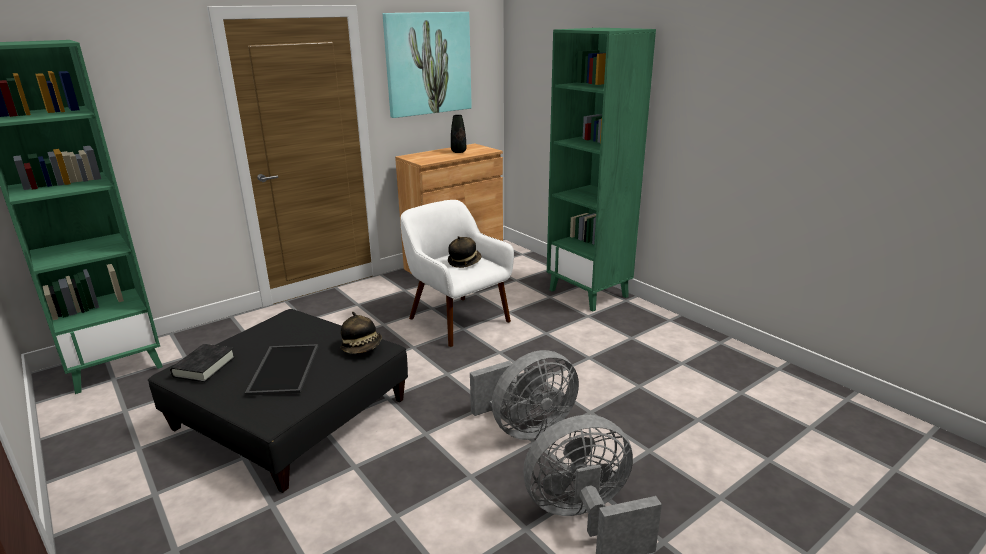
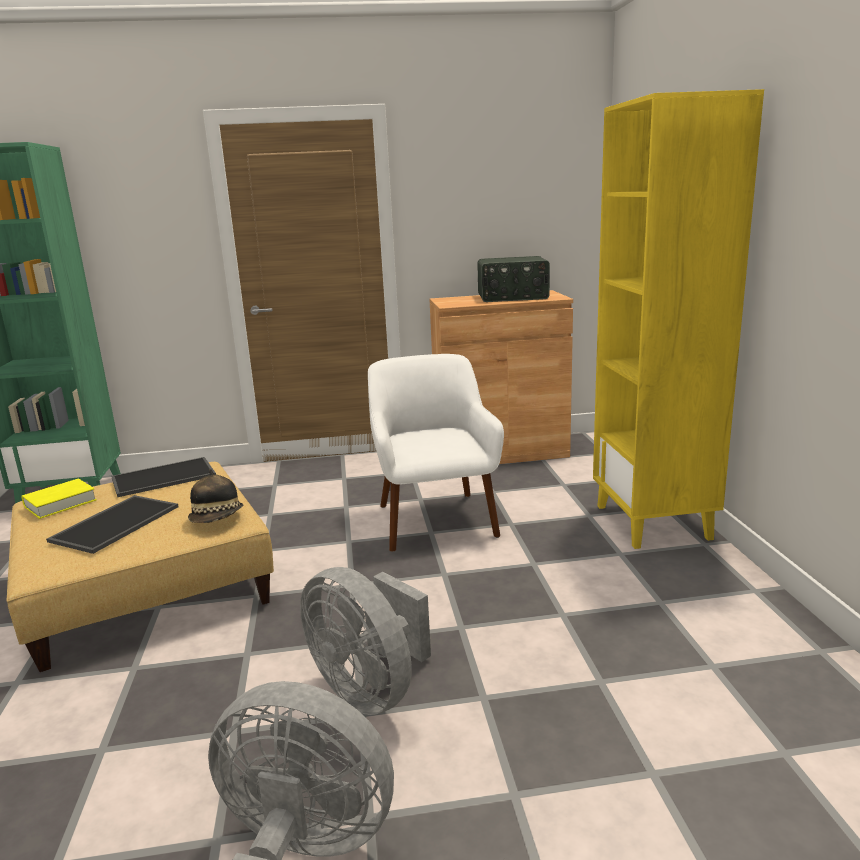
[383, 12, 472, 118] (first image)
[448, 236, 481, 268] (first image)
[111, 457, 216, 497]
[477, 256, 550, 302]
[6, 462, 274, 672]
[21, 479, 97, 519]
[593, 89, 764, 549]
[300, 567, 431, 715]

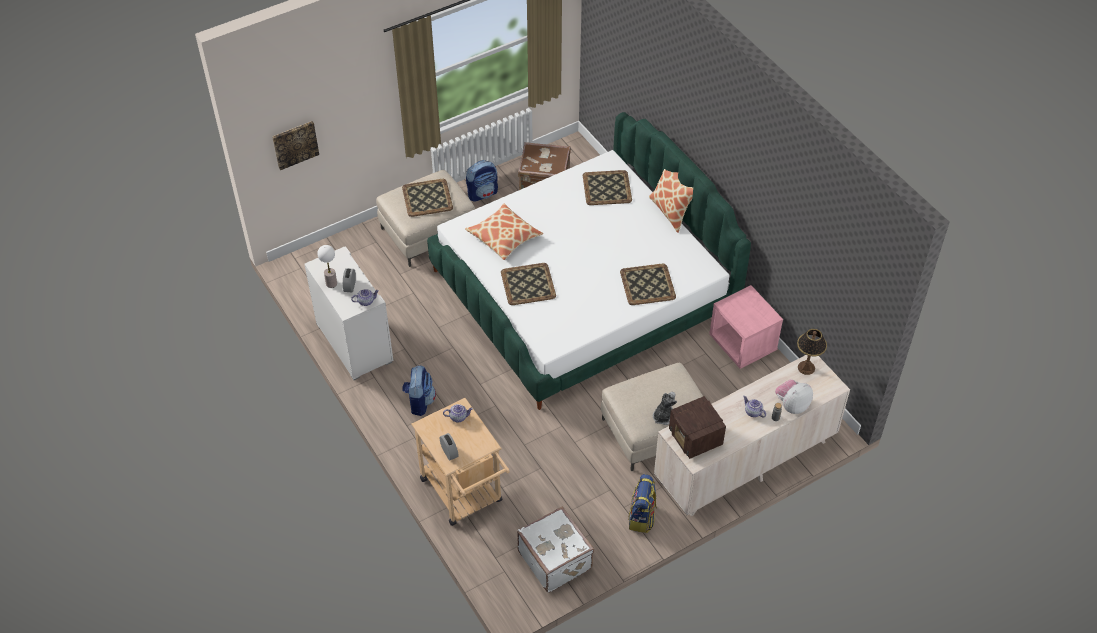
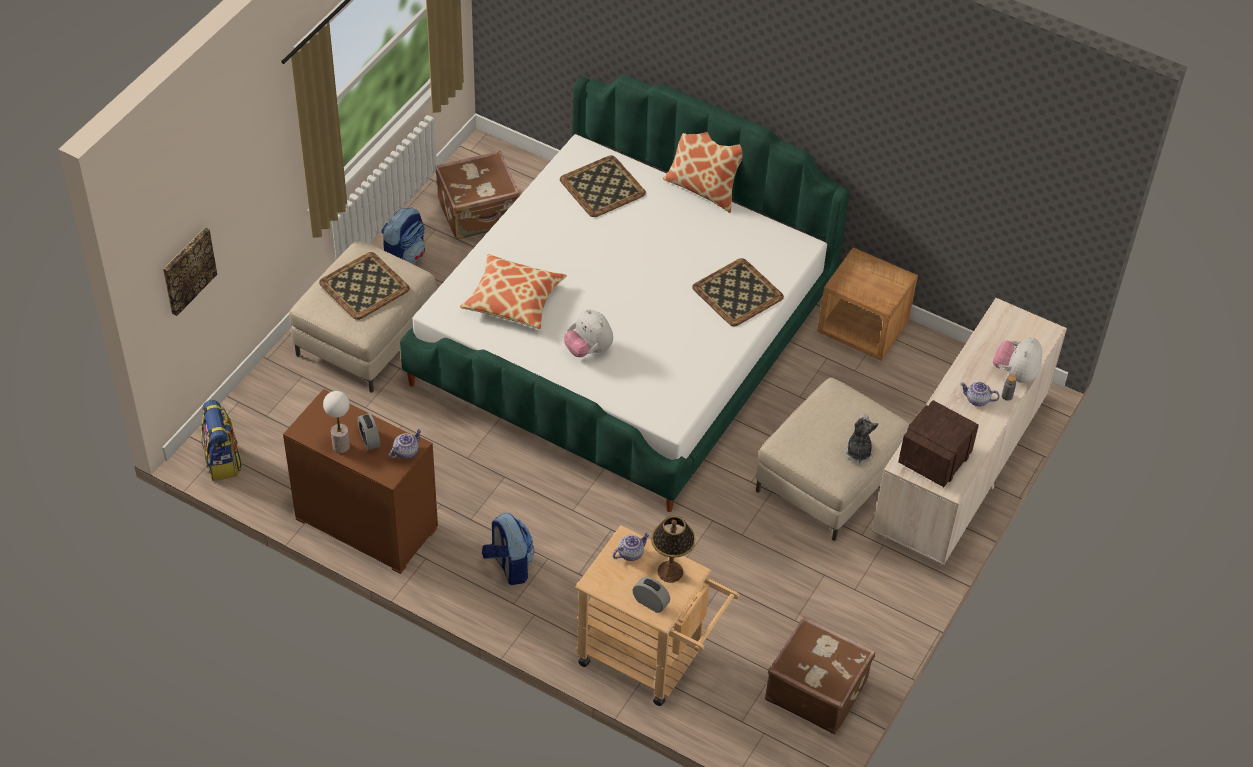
[201, 400, 242, 481]
[651, 516, 696, 583]
[564, 309, 613, 357]
[283, 389, 438, 574]
[765, 616, 875, 734]
[817, 247, 918, 361]
[898, 400, 979, 487]

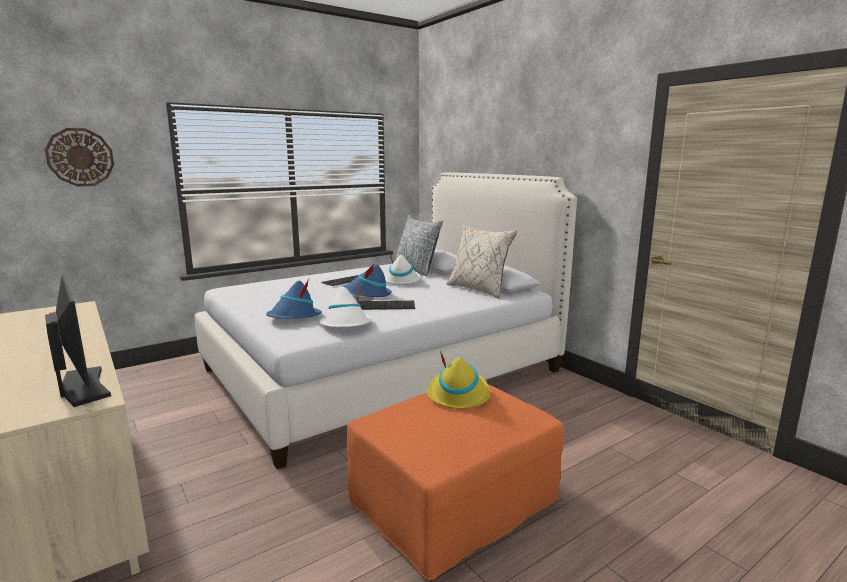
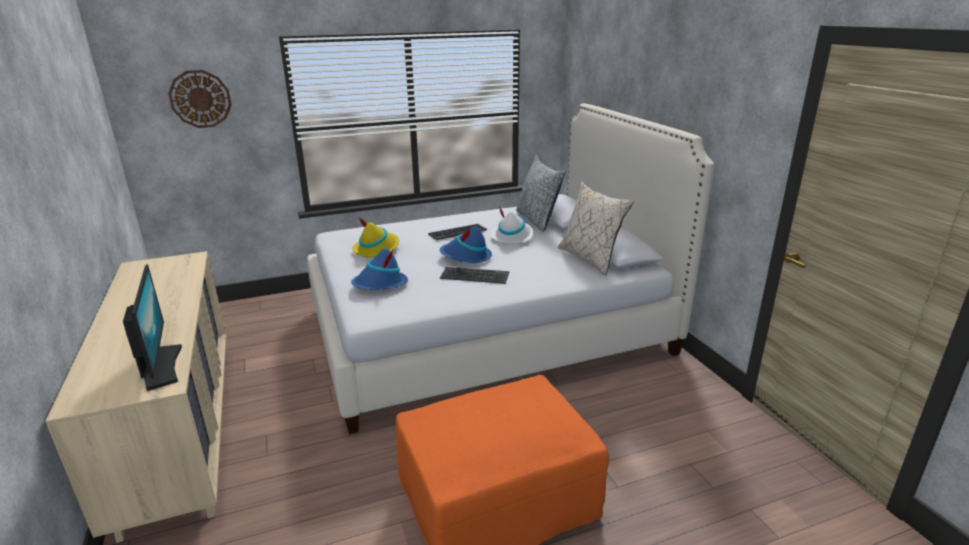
[319, 282, 372, 327] (first image)
[352, 217, 399, 258]

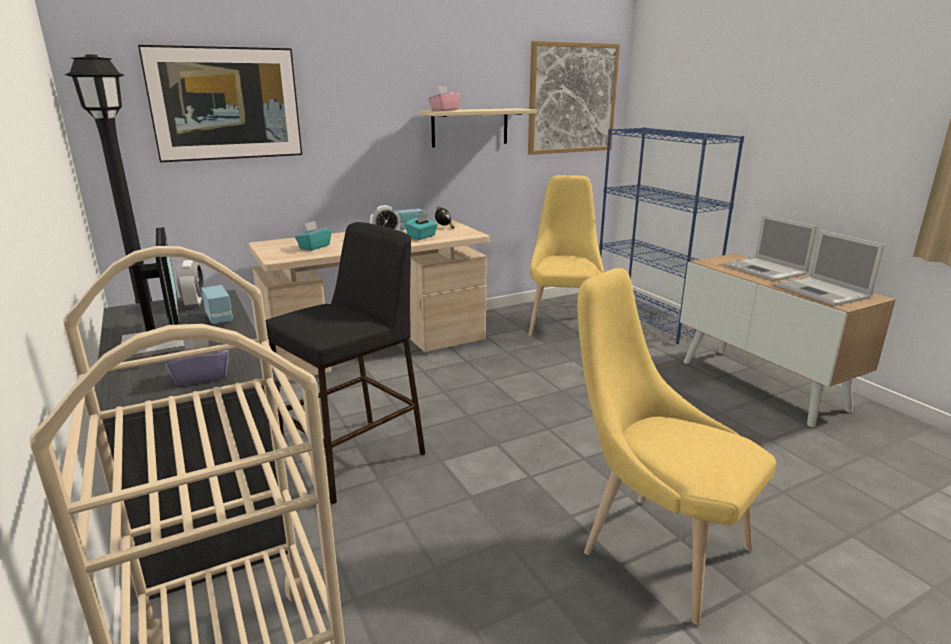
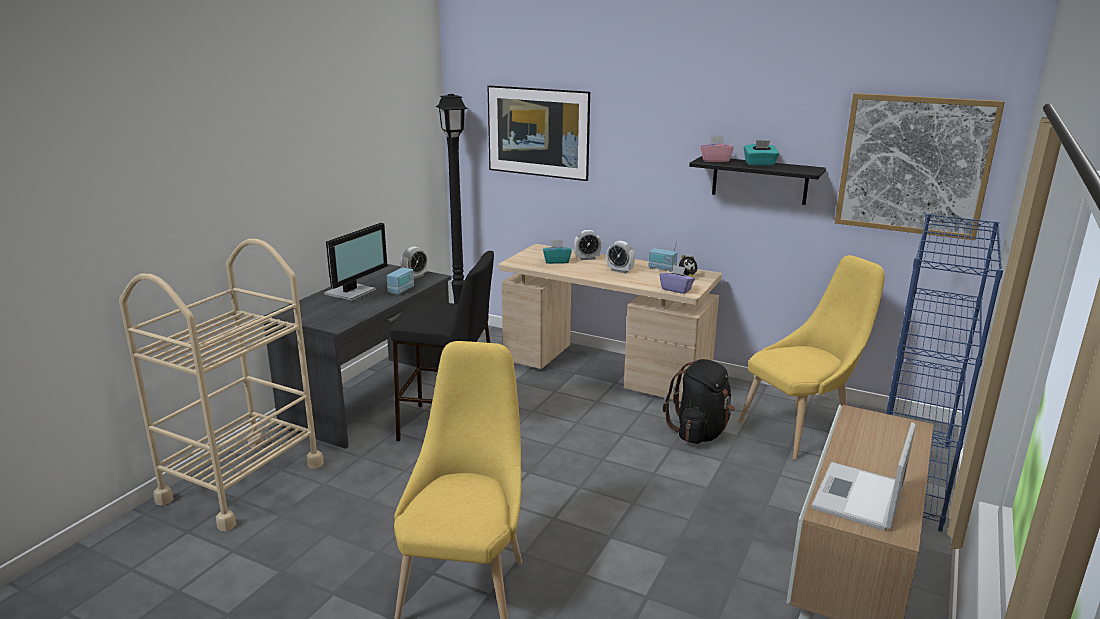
[725, 215, 818, 281] (first image)
[574, 230, 601, 260]
[663, 359, 735, 444]
[659, 265, 695, 294]
[744, 140, 779, 166]
[689, 156, 826, 205]

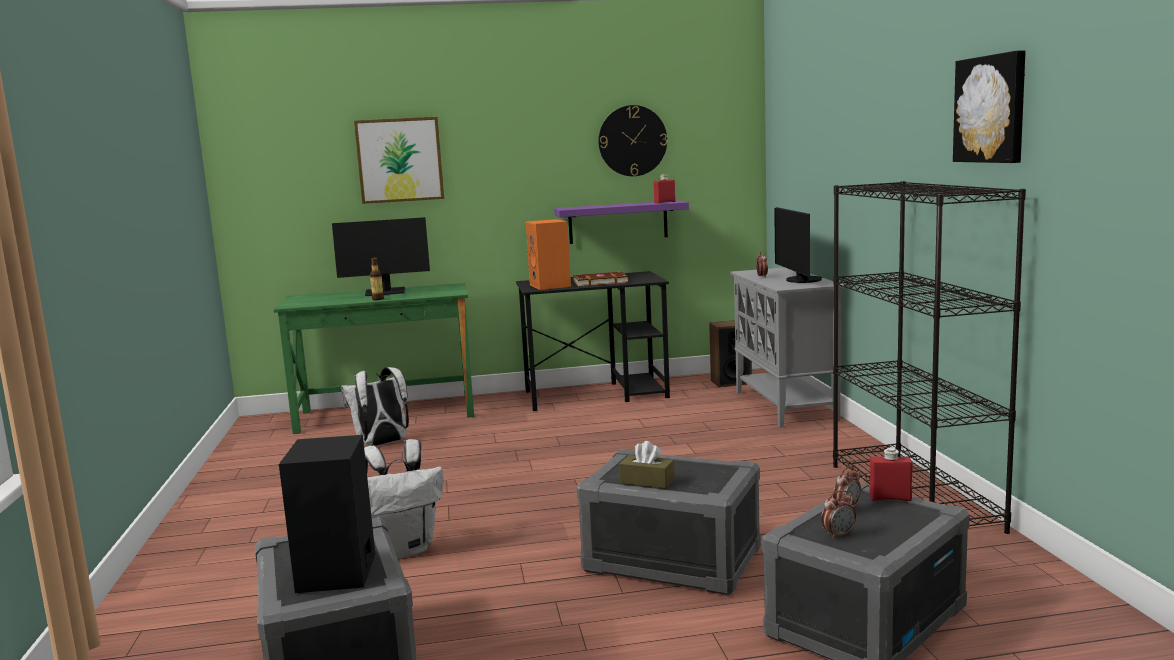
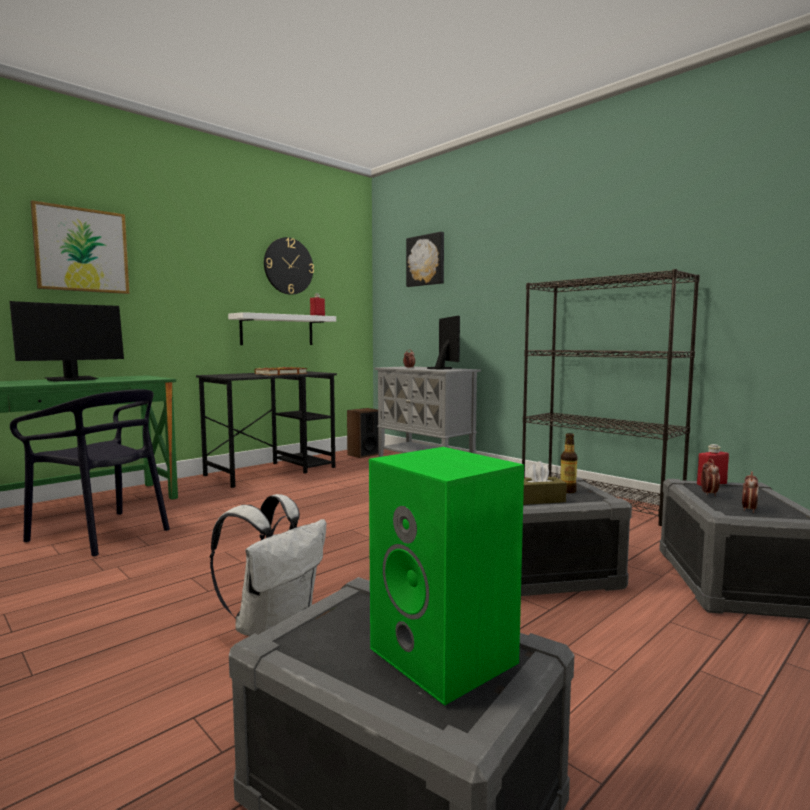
[526, 219, 571, 290] (first image)
[561, 433, 577, 493]
[406, 232, 444, 287]
[10, 389, 170, 556]
[369, 447, 524, 706]
[228, 312, 336, 345]
[427, 316, 460, 369]

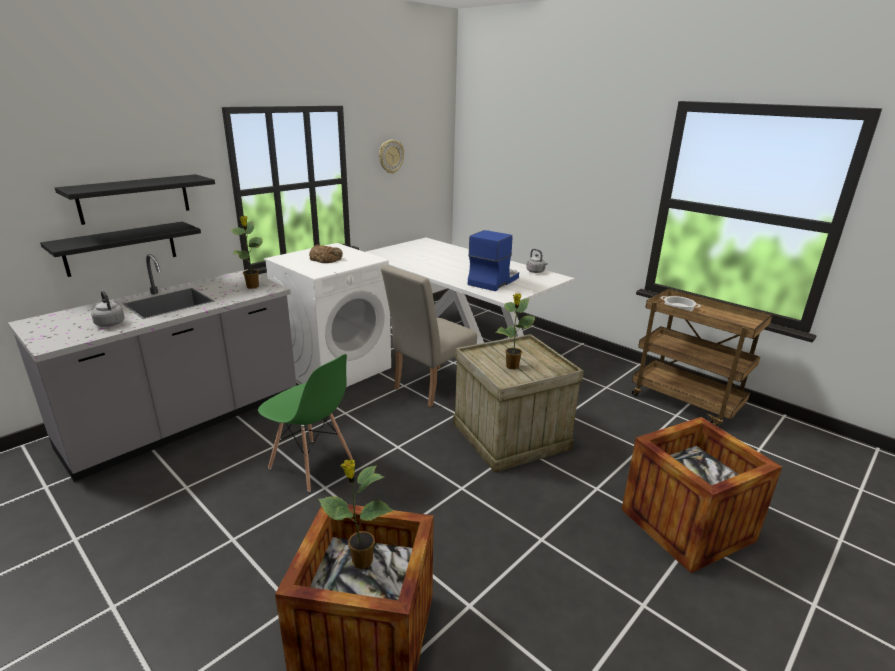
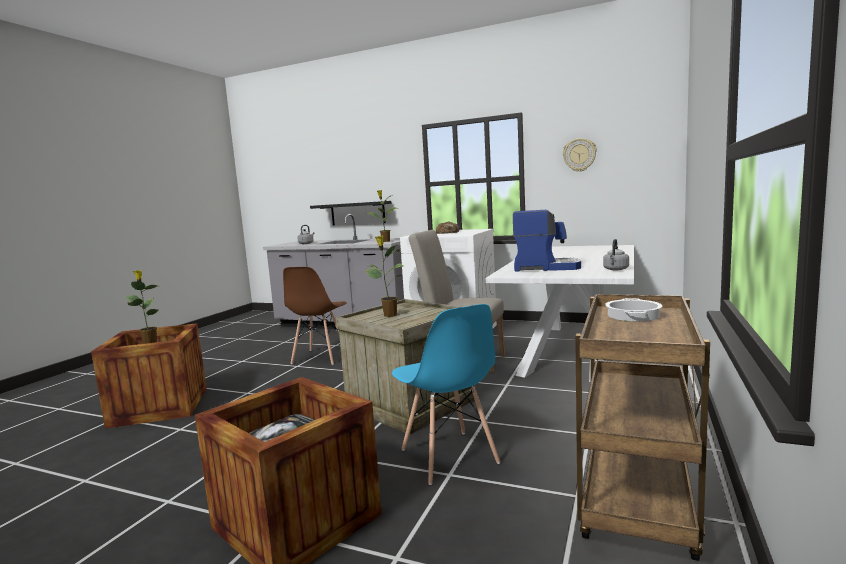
[55, 174, 215, 225] (first image)
[392, 304, 501, 485]
[283, 267, 347, 365]

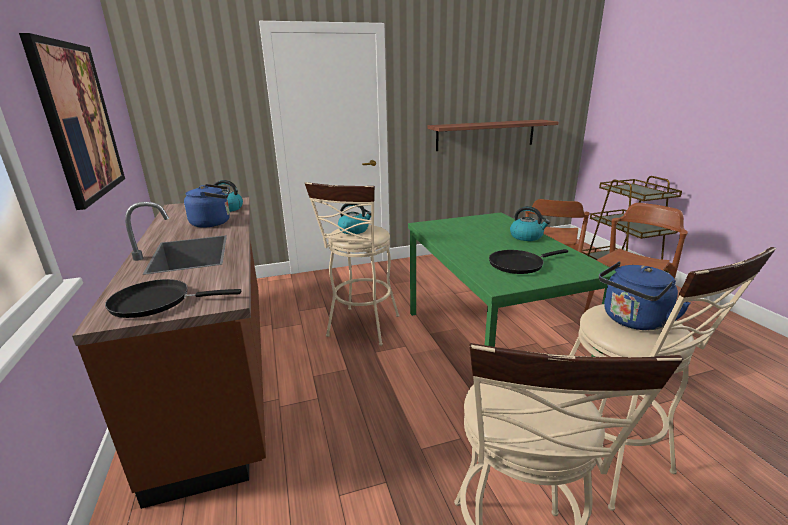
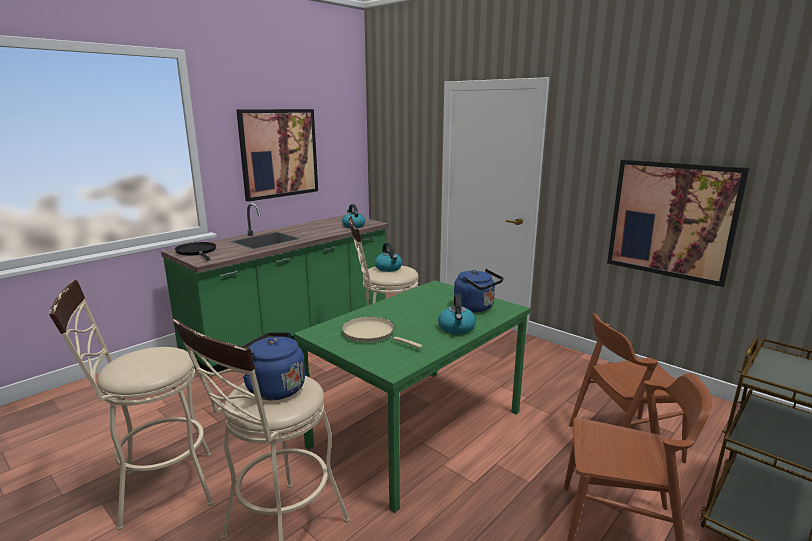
[454, 269, 504, 312]
[607, 160, 750, 287]
[161, 203, 388, 376]
[342, 317, 422, 349]

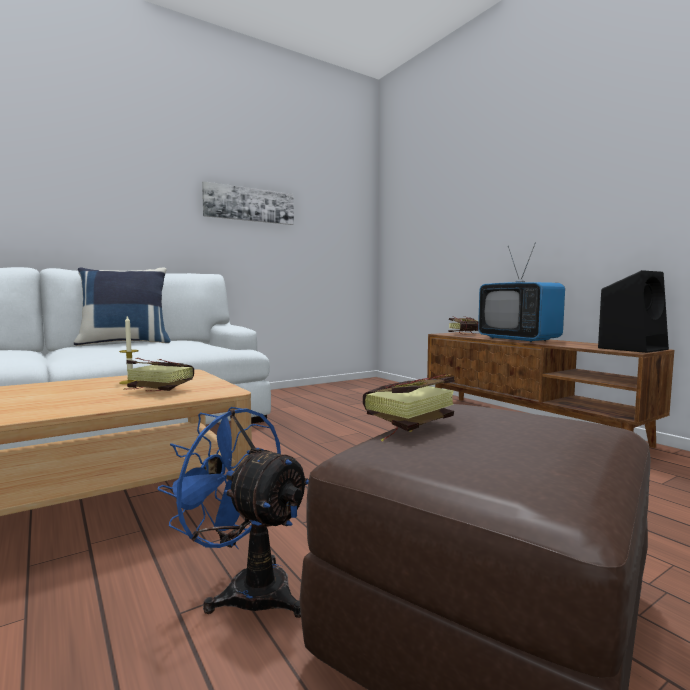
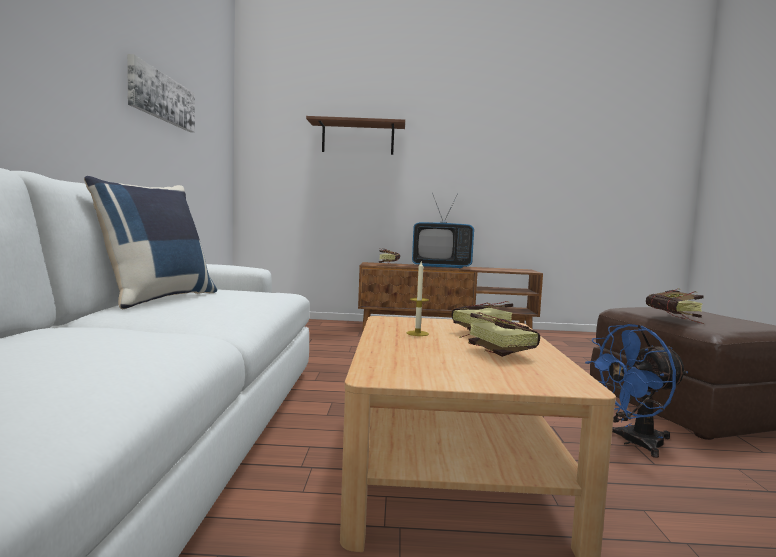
[598, 270, 669, 353] (first image)
[306, 116, 405, 155]
[467, 312, 540, 357]

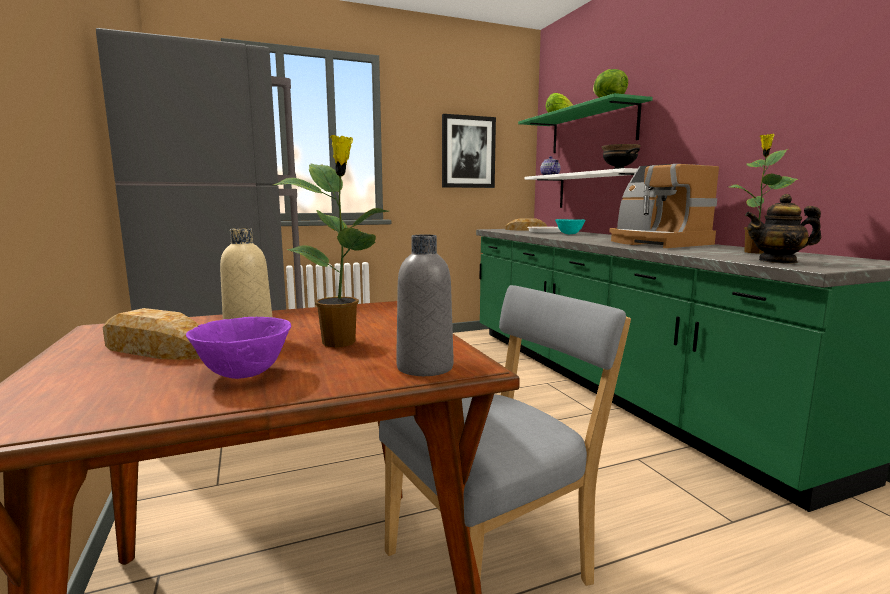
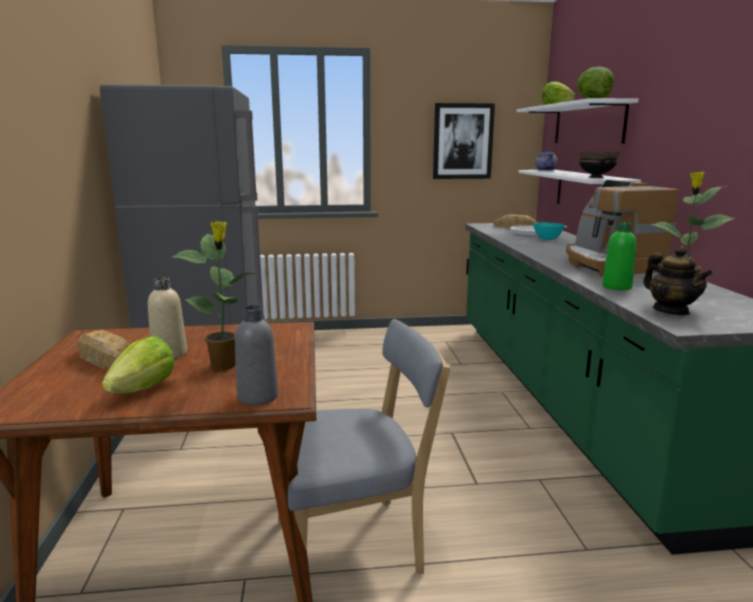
[602, 222, 636, 290]
[102, 336, 175, 393]
[517, 98, 638, 144]
[643, 246, 713, 315]

